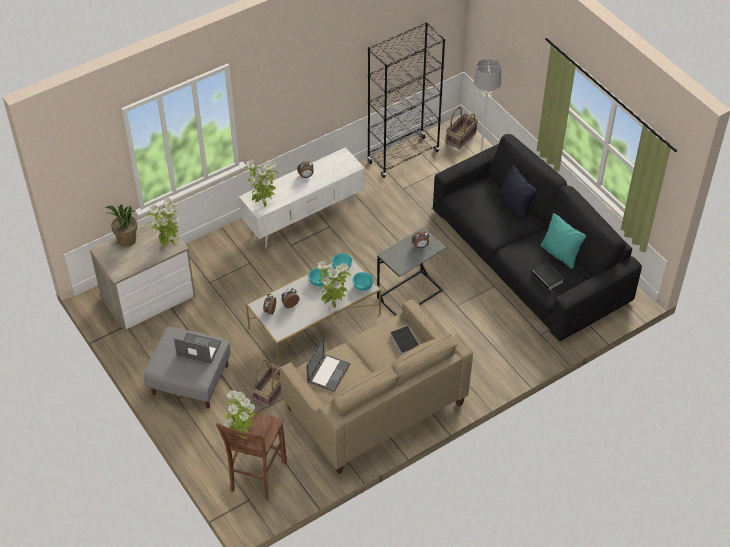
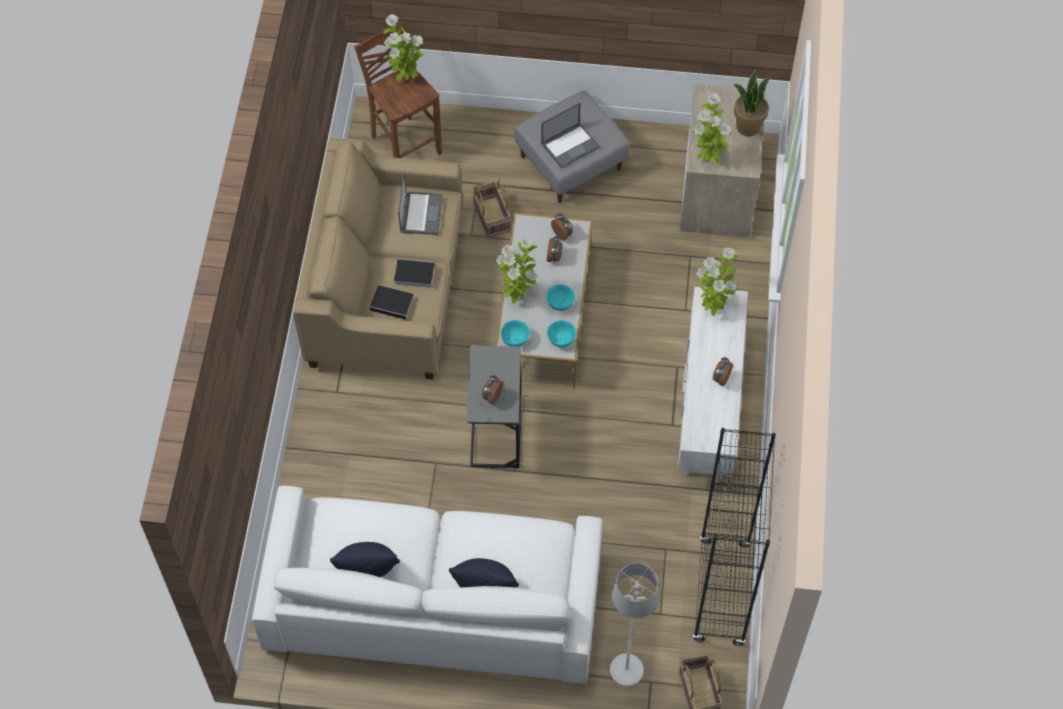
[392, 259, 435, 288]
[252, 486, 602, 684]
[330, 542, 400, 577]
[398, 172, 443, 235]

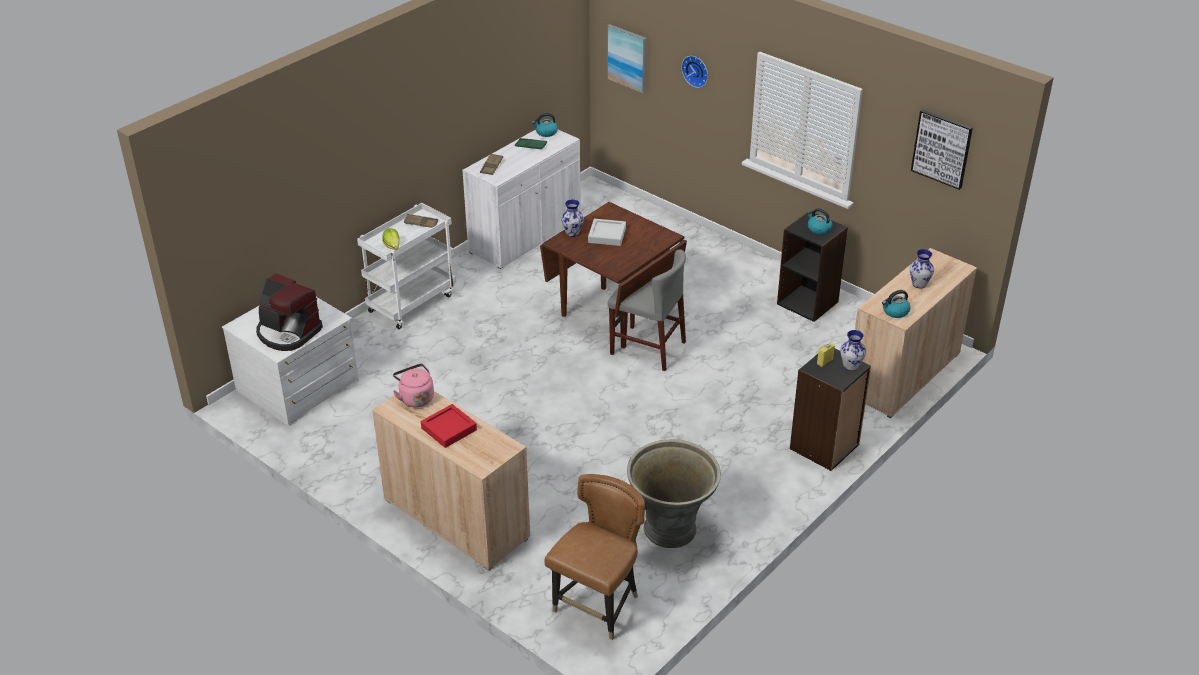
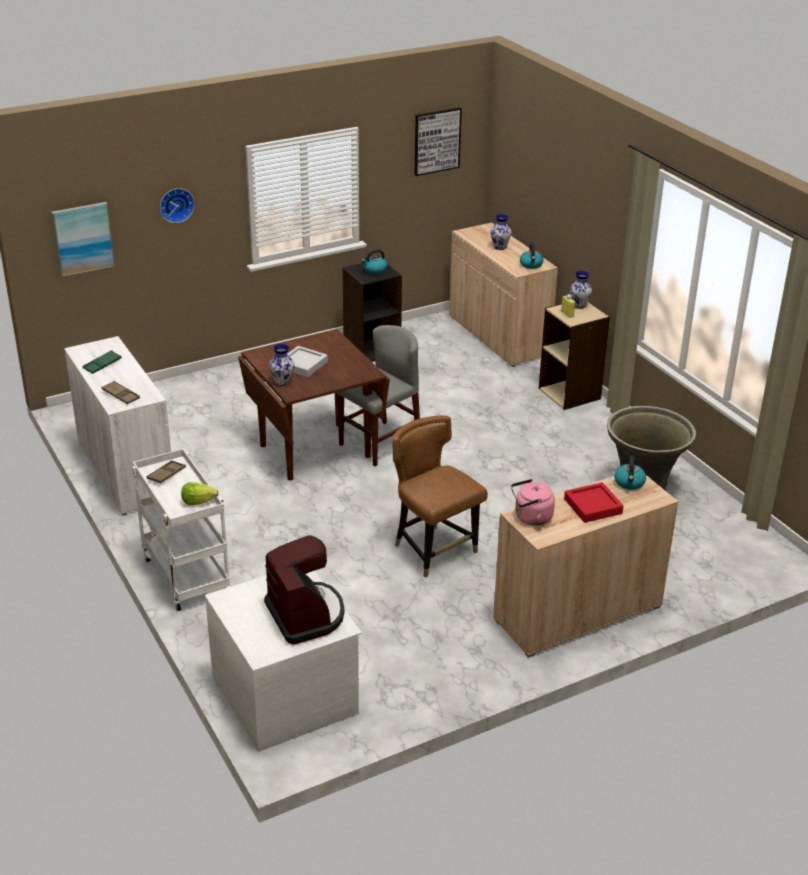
[614, 455, 646, 490]
[393, 415, 488, 578]
[539, 302, 610, 410]
[264, 535, 344, 644]

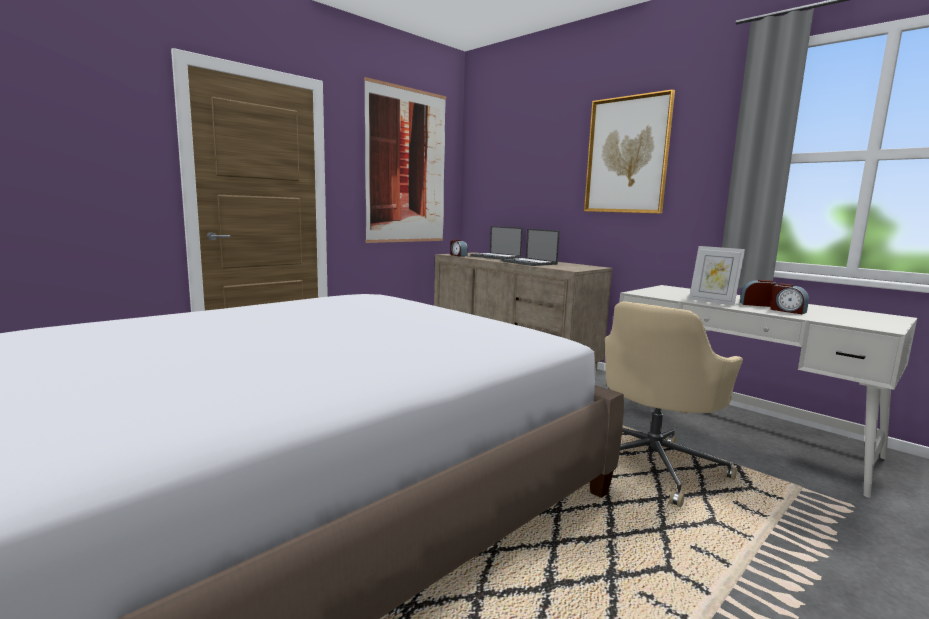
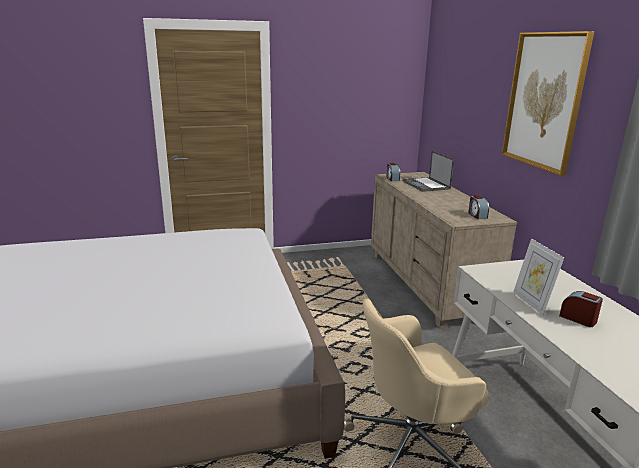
[364, 77, 446, 243] (first image)
[501, 229, 560, 266] (first image)
[468, 195, 489, 219]

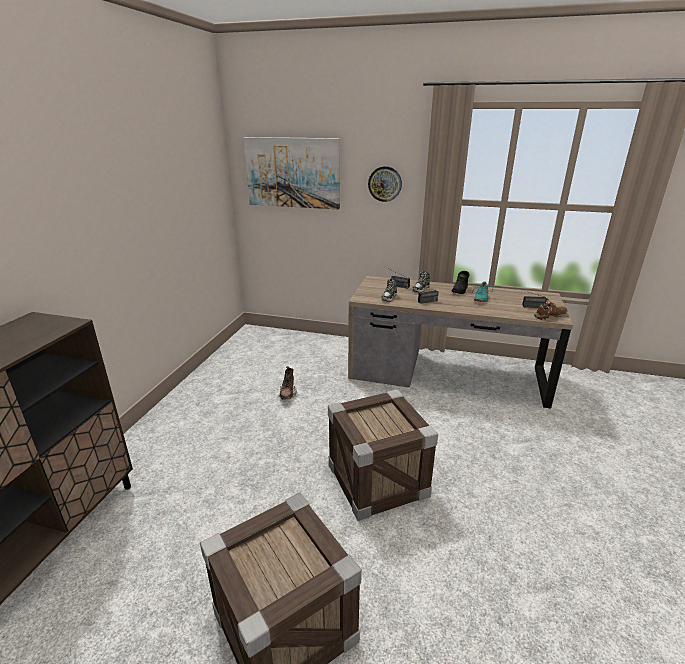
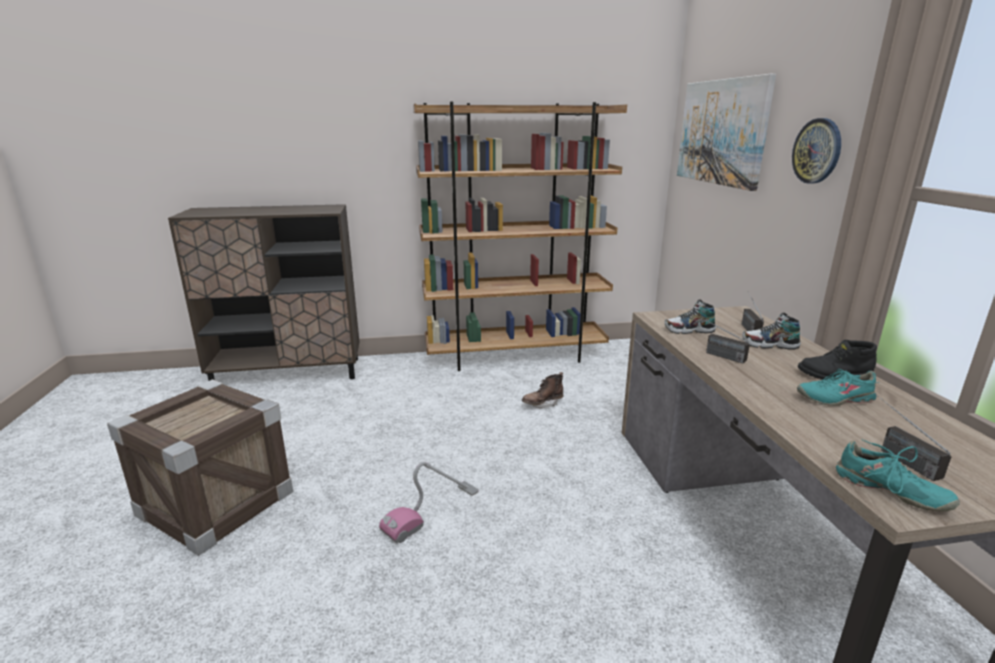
[413, 102, 627, 371]
[379, 462, 479, 543]
[836, 439, 960, 511]

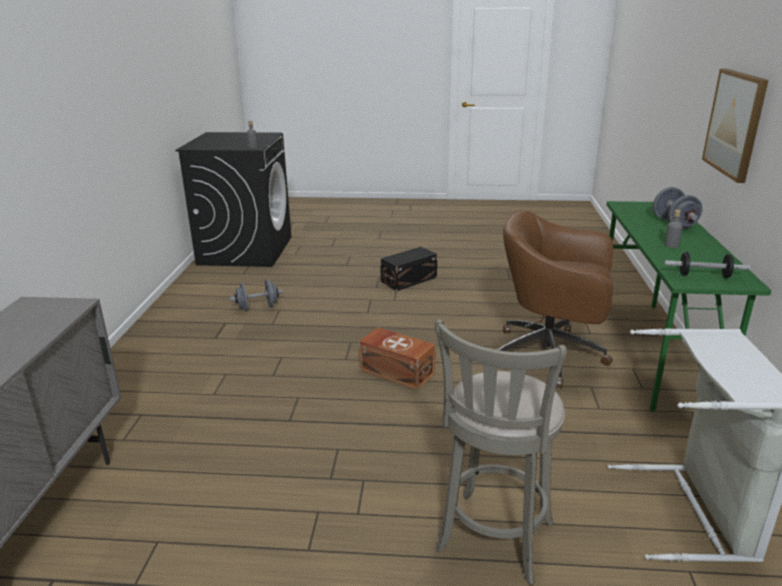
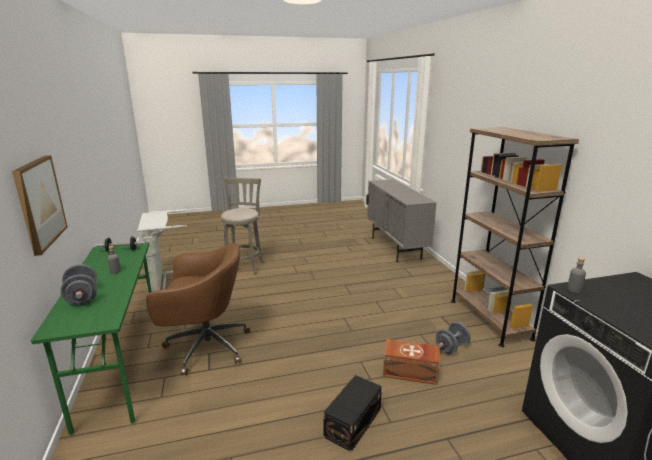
[451, 127, 579, 347]
[383, 339, 440, 385]

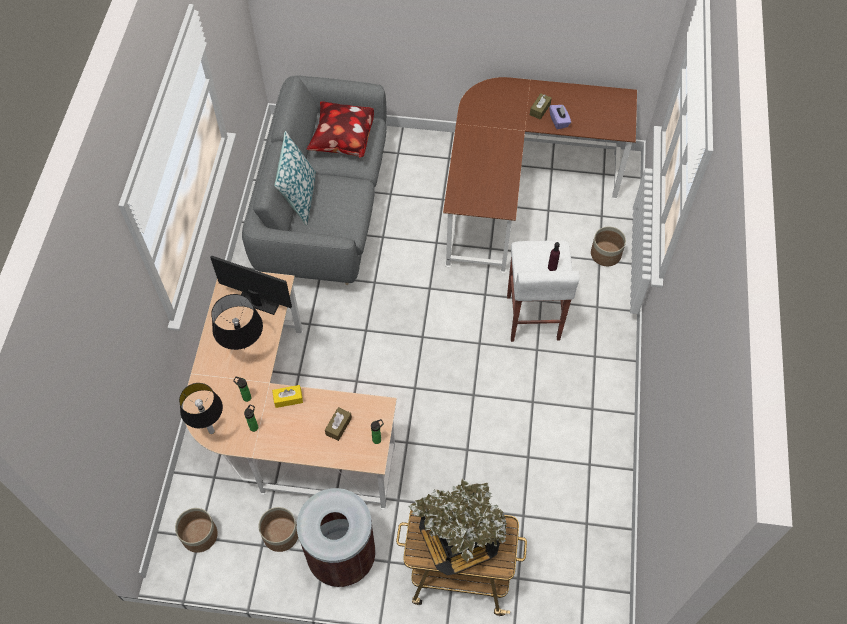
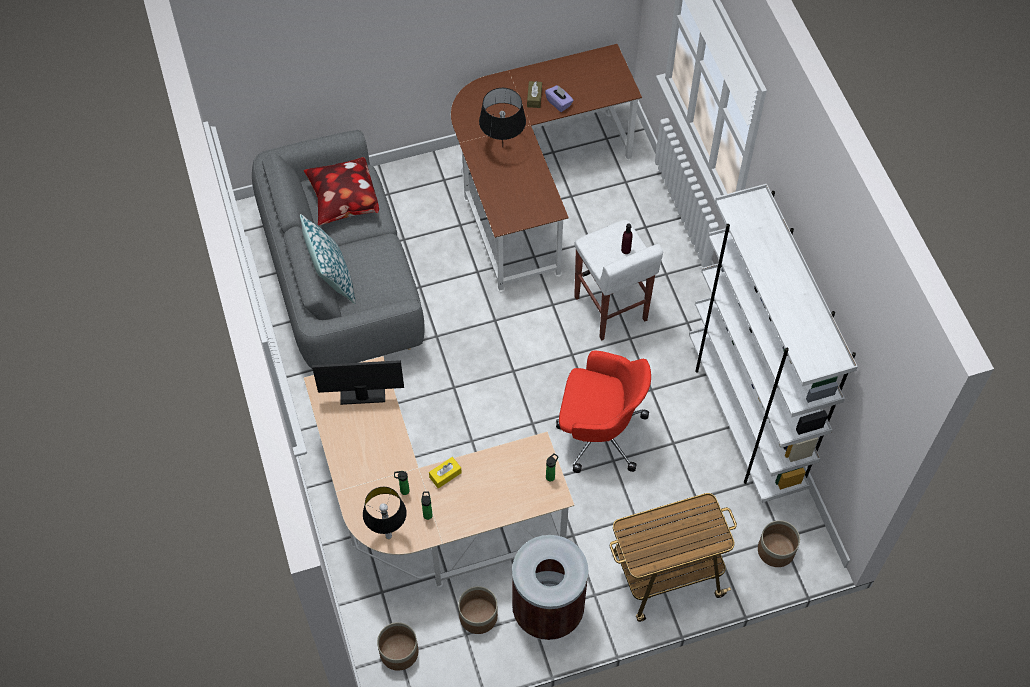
[325, 407, 352, 441] (first image)
[409, 479, 507, 575] (first image)
[556, 351, 651, 473]
[689, 184, 858, 503]
[479, 88, 526, 144]
[758, 520, 800, 567]

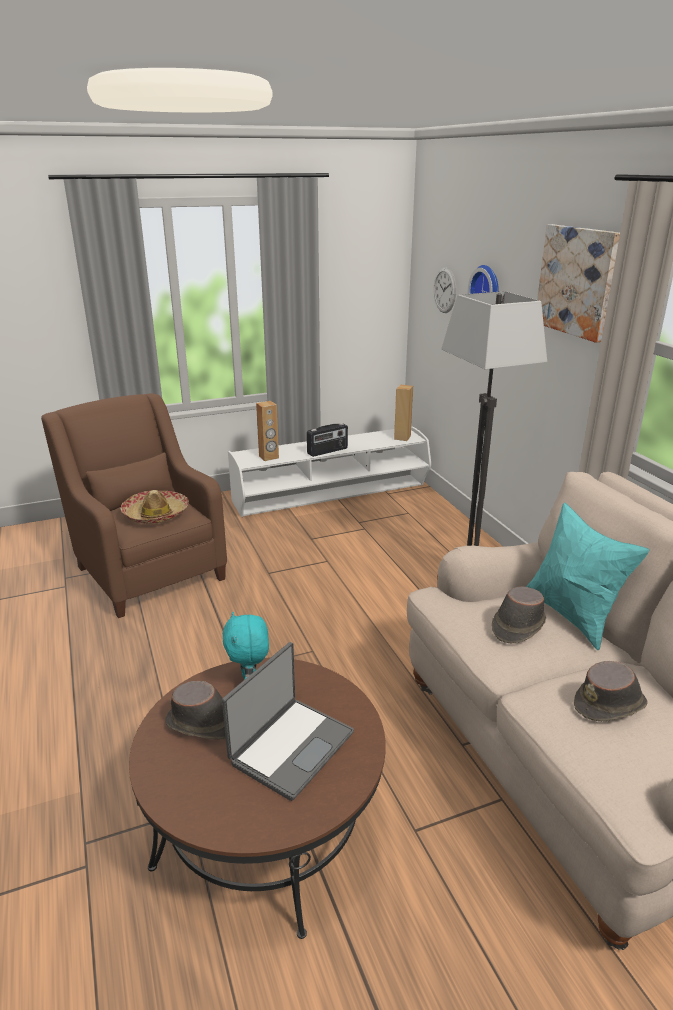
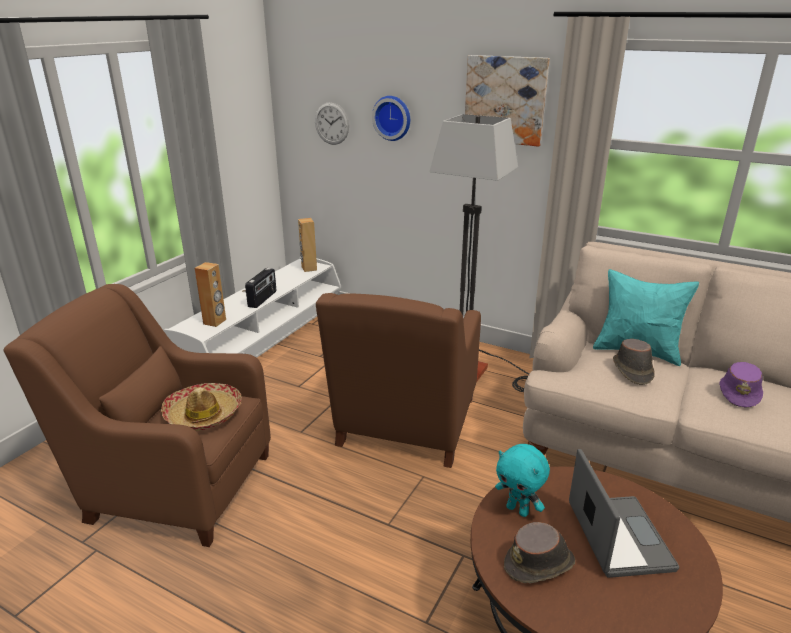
[316, 293, 481, 468]
[719, 362, 763, 408]

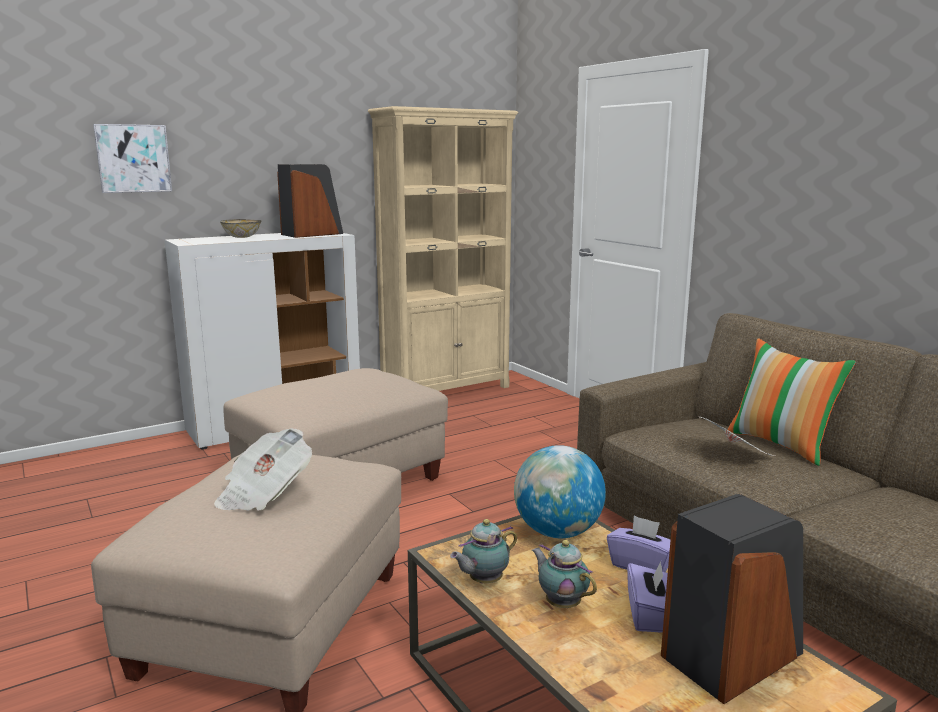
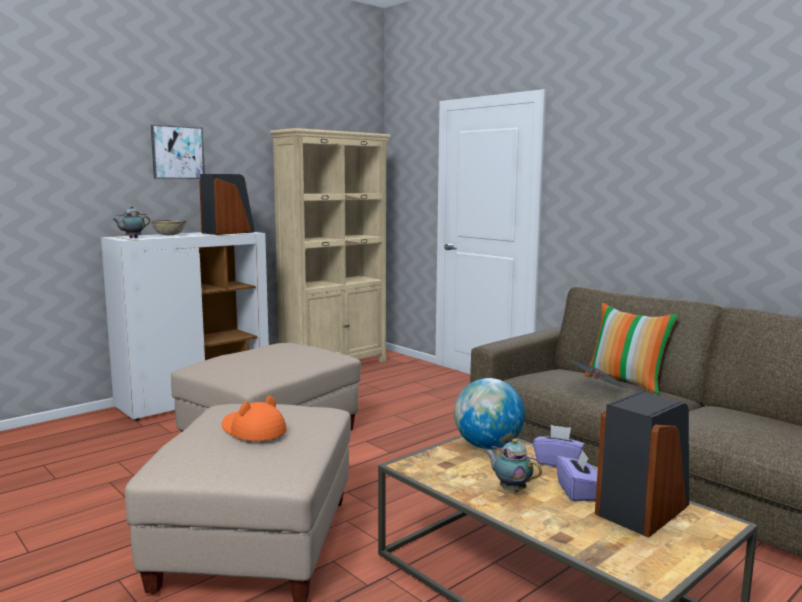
[151, 125, 205, 179]
[112, 206, 150, 238]
[222, 395, 287, 441]

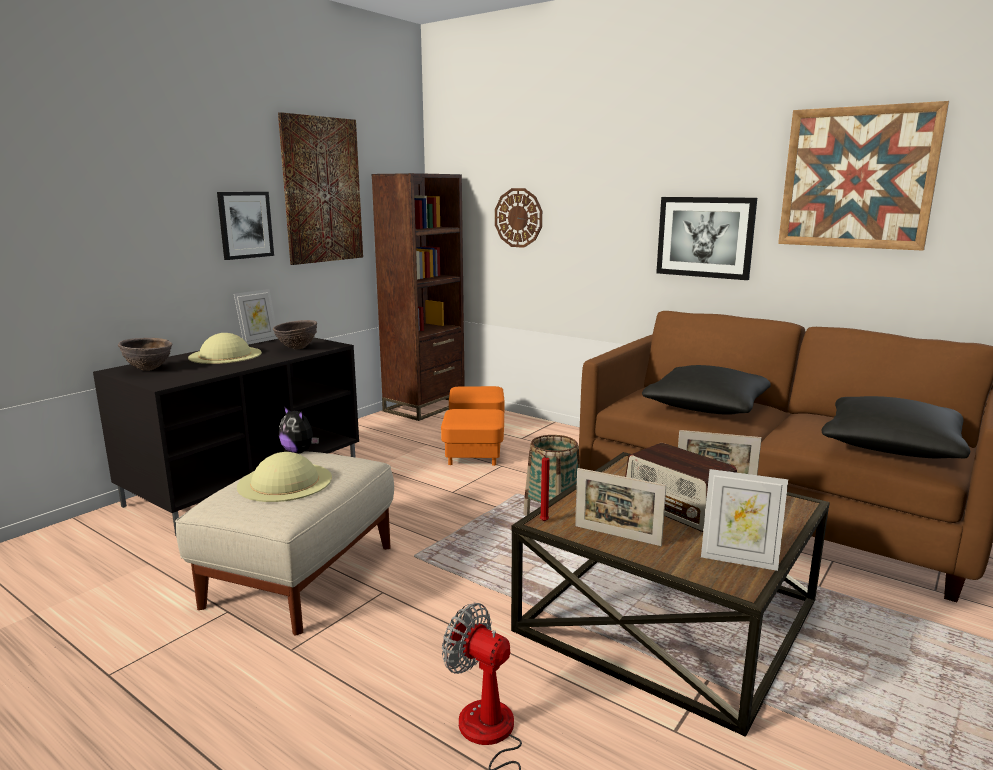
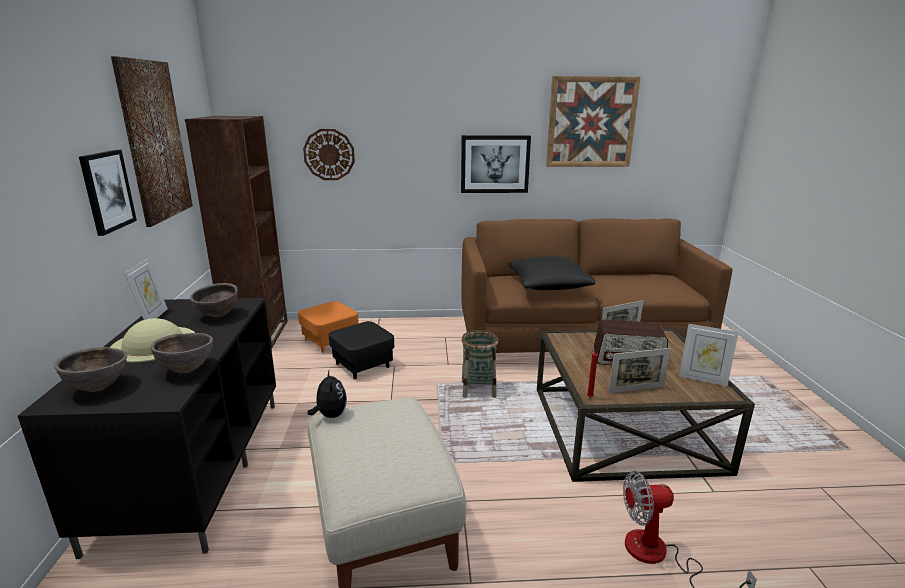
[237, 452, 332, 502] (first image)
[821, 396, 970, 459] (first image)
[150, 333, 213, 373]
[329, 321, 394, 379]
[307, 370, 347, 418]
[679, 324, 739, 386]

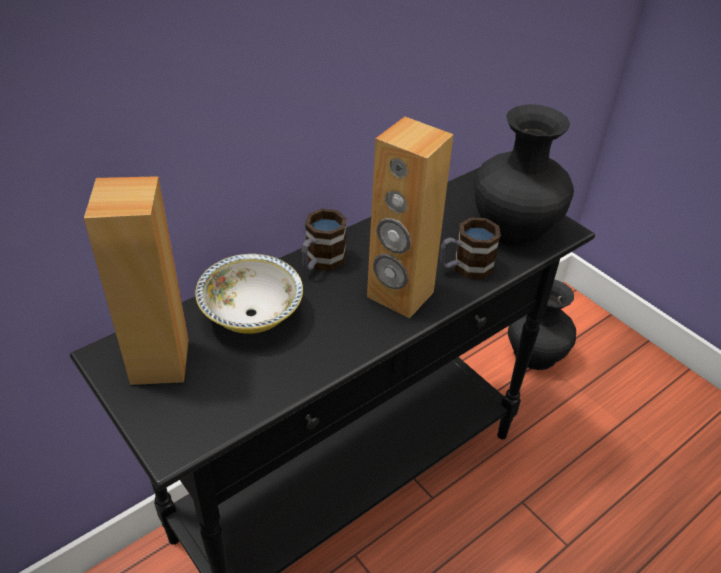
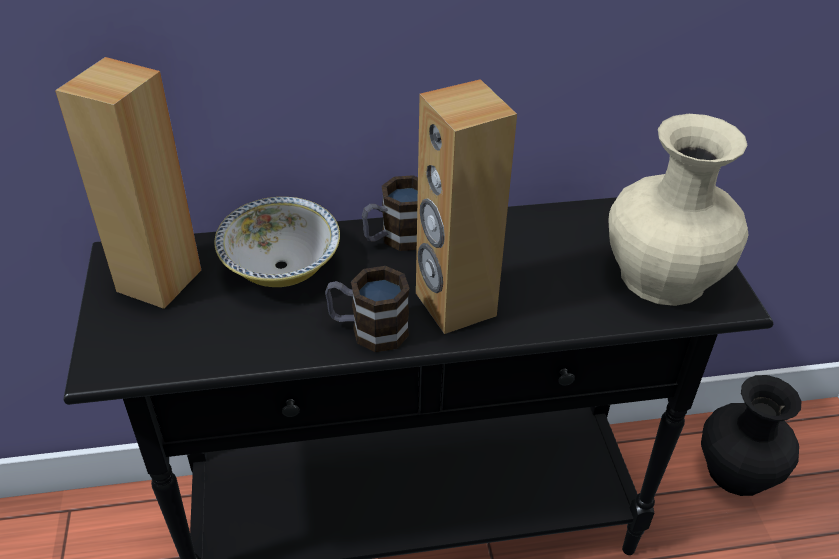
[325, 266, 410, 352]
[608, 114, 749, 306]

